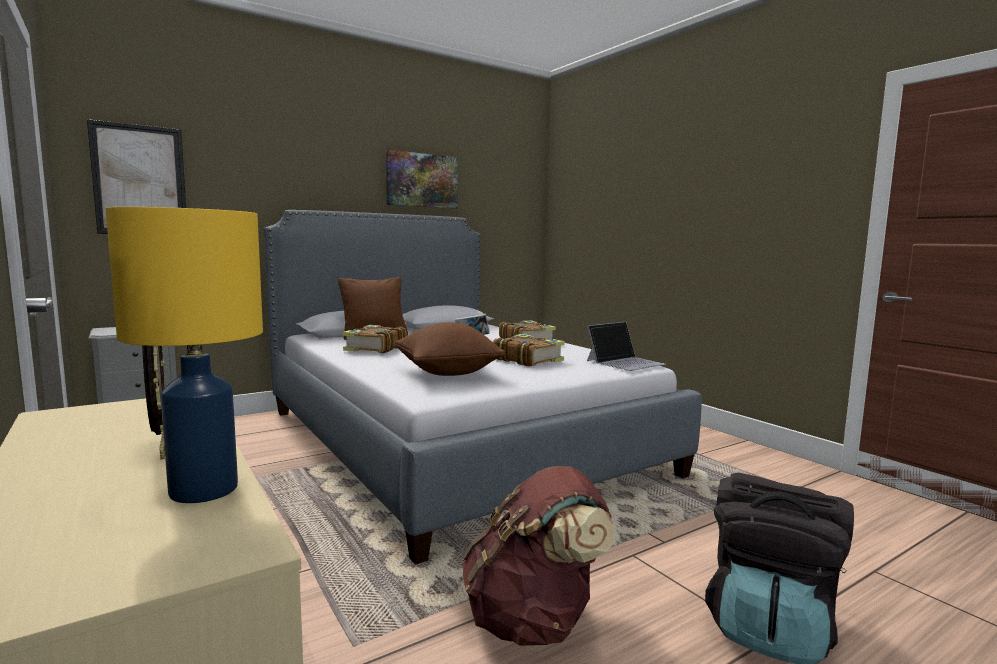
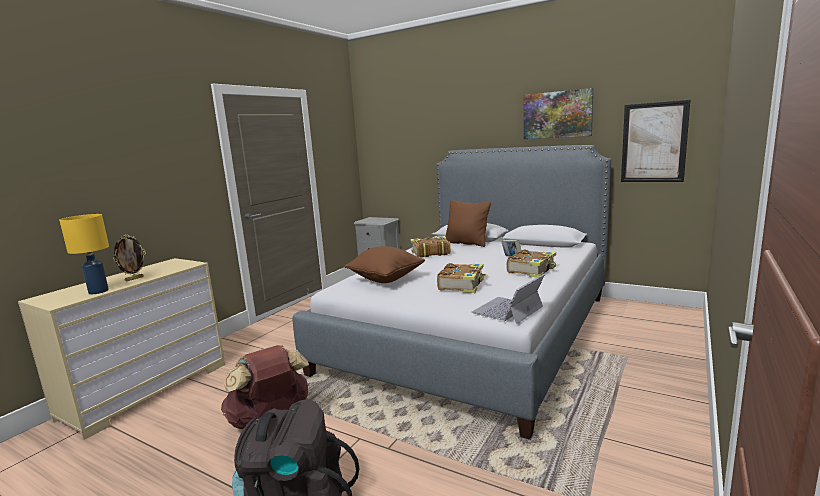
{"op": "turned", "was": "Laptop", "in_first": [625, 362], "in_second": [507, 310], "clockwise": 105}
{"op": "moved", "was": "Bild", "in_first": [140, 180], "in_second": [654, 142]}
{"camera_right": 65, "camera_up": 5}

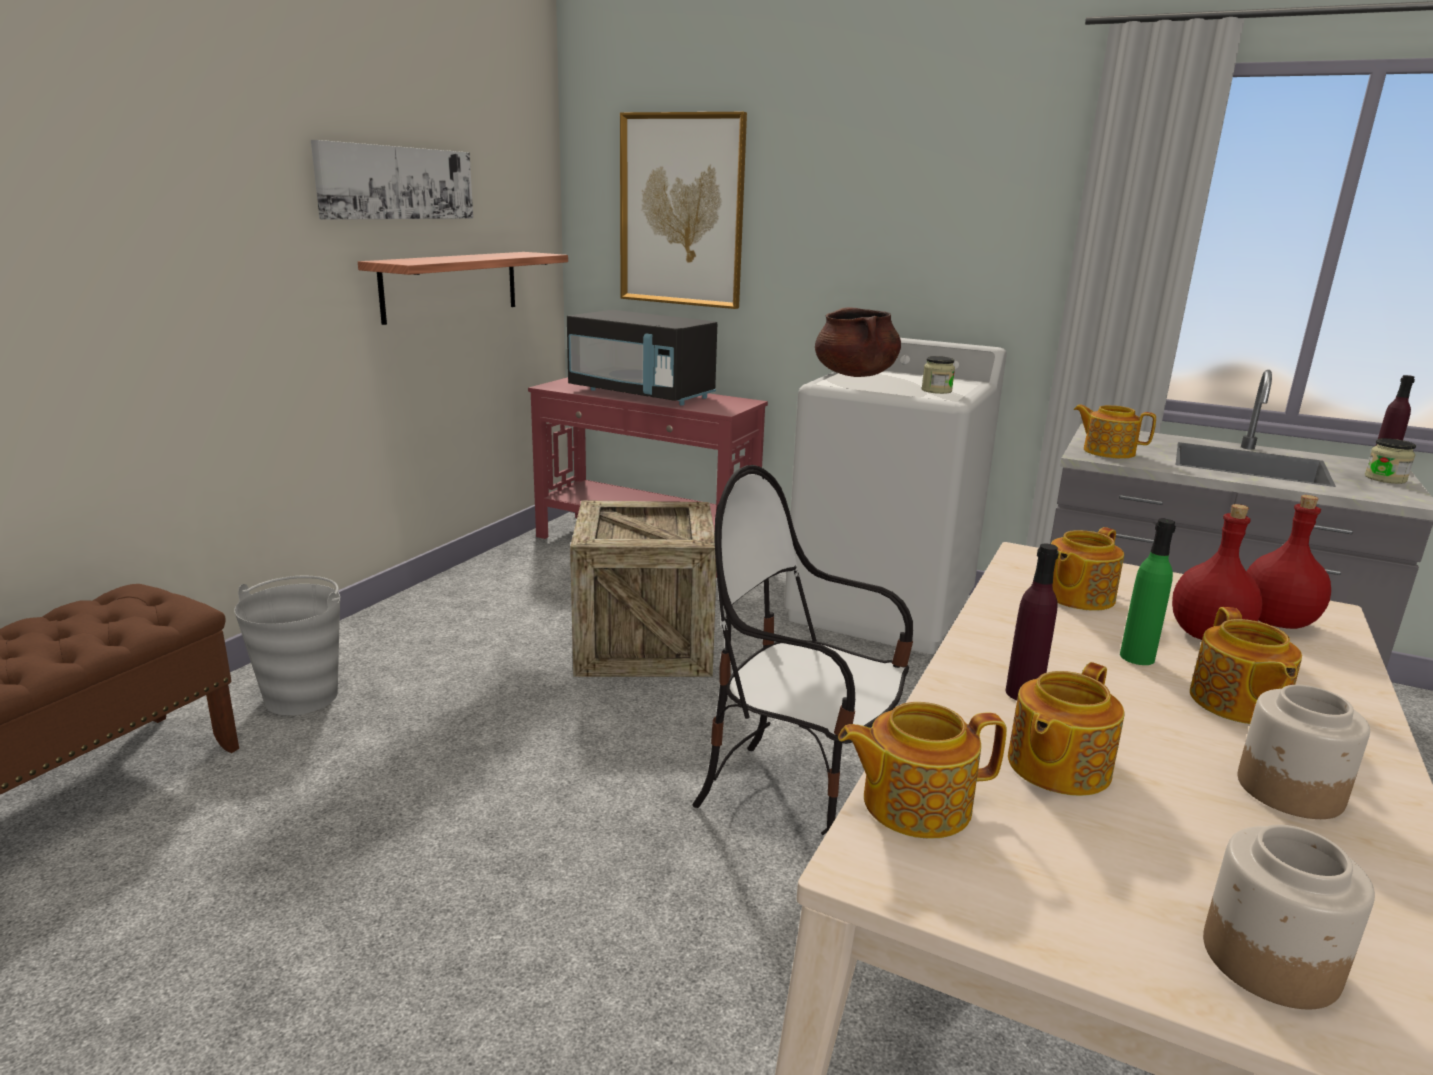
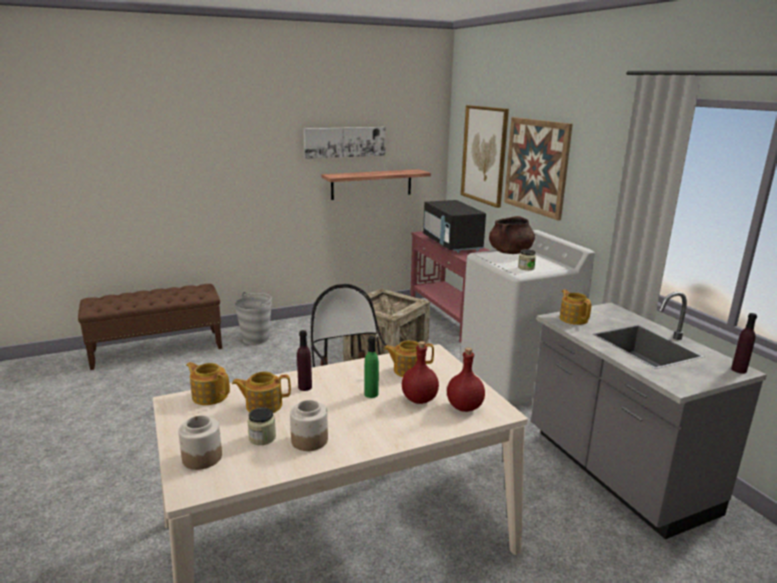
{"op": "moved", "was": "Vorratsglas", "in_first": [1385, 479], "in_second": [262, 438]}
{"op": "added", "now": "Bild", "in_second": [536, 166]}
{"op": "removed", "was": "Teekanne", "in_first": [1236, 703]}
{"camera_right": 40, "camera_up": 0}

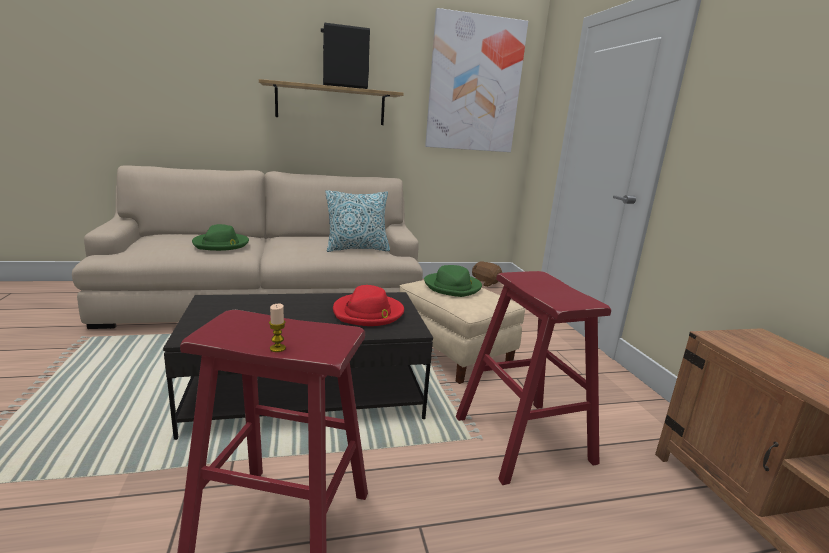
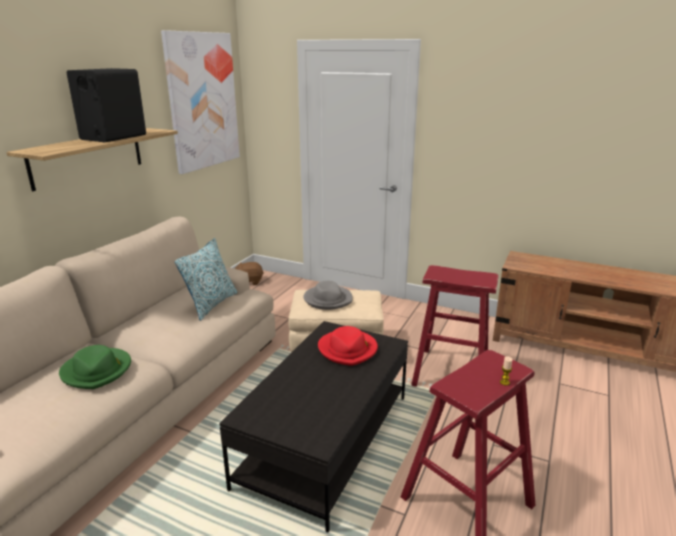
{"op": "recoloured", "was": "Hut [grün]", "now": "Hut [grau]", "in_first": [453, 287], "in_second": [328, 299]}
{"camera_right": -50, "camera_up": 5}

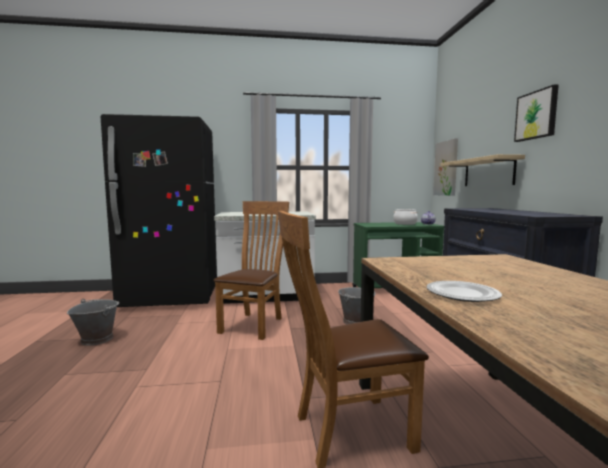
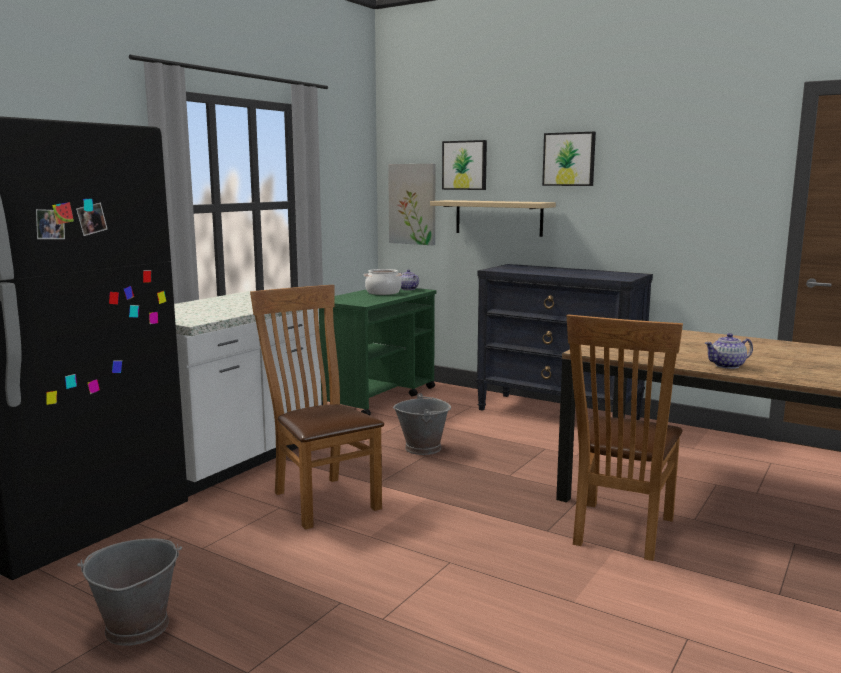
{"op": "added", "now": "Bild", "in_second": [465, 165]}
{"op": "replaced", "was": "Teller", "now": "Teekanne", "in_first": [463, 294], "in_second": [727, 366]}
{"camera_right": -50, "camera_up": 5}

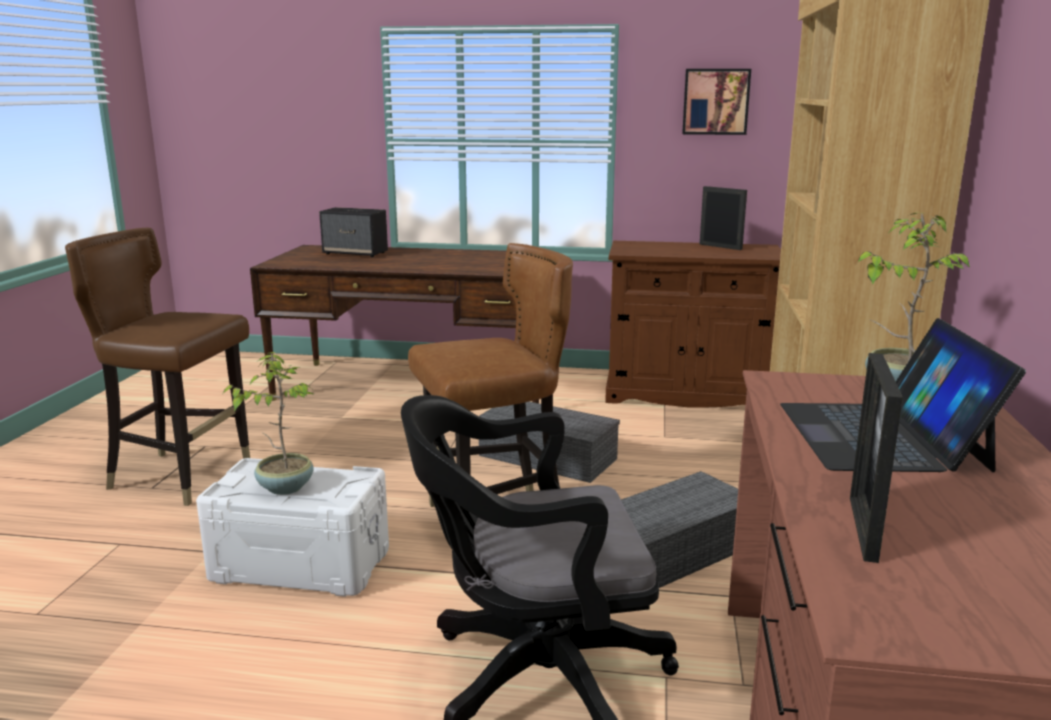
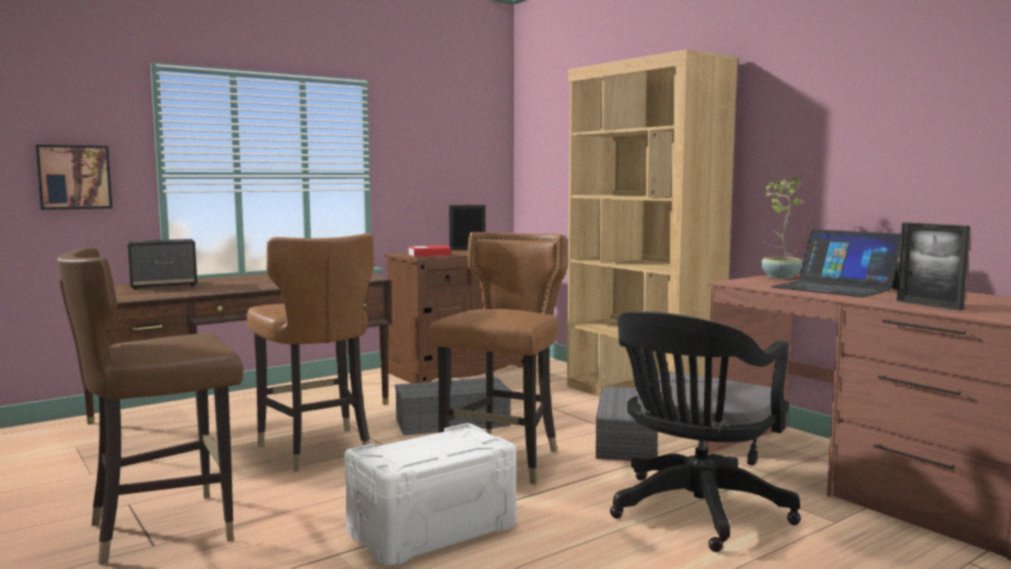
{"op": "moved", "was": "Bild", "in_first": [715, 101], "in_second": [74, 177]}
{"op": "added", "now": "Stuhl [braun]", "in_second": [316, 449]}
{"op": "added", "now": "Buch", "in_second": [429, 255]}
{"op": "removed", "was": "Topfpflanze", "in_first": [285, 487]}
{"camera_right": -45, "camera_up": -10}

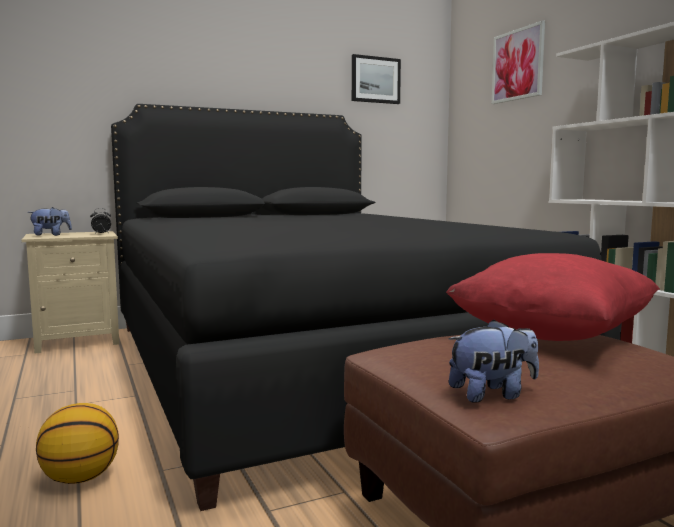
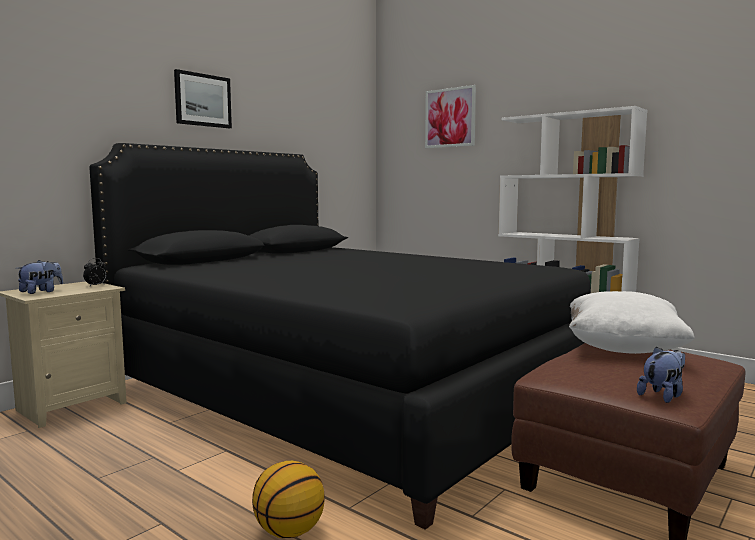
{"op": "moved", "was": "Bild", "in_first": [375, 80], "in_second": [202, 100]}
{"op": "recoloured", "was": "Kissen [rot]", "now": "Kissen [weiß]", "in_first": [551, 336], "in_second": [623, 349]}
{"camera_right": -25, "camera_up": 0}

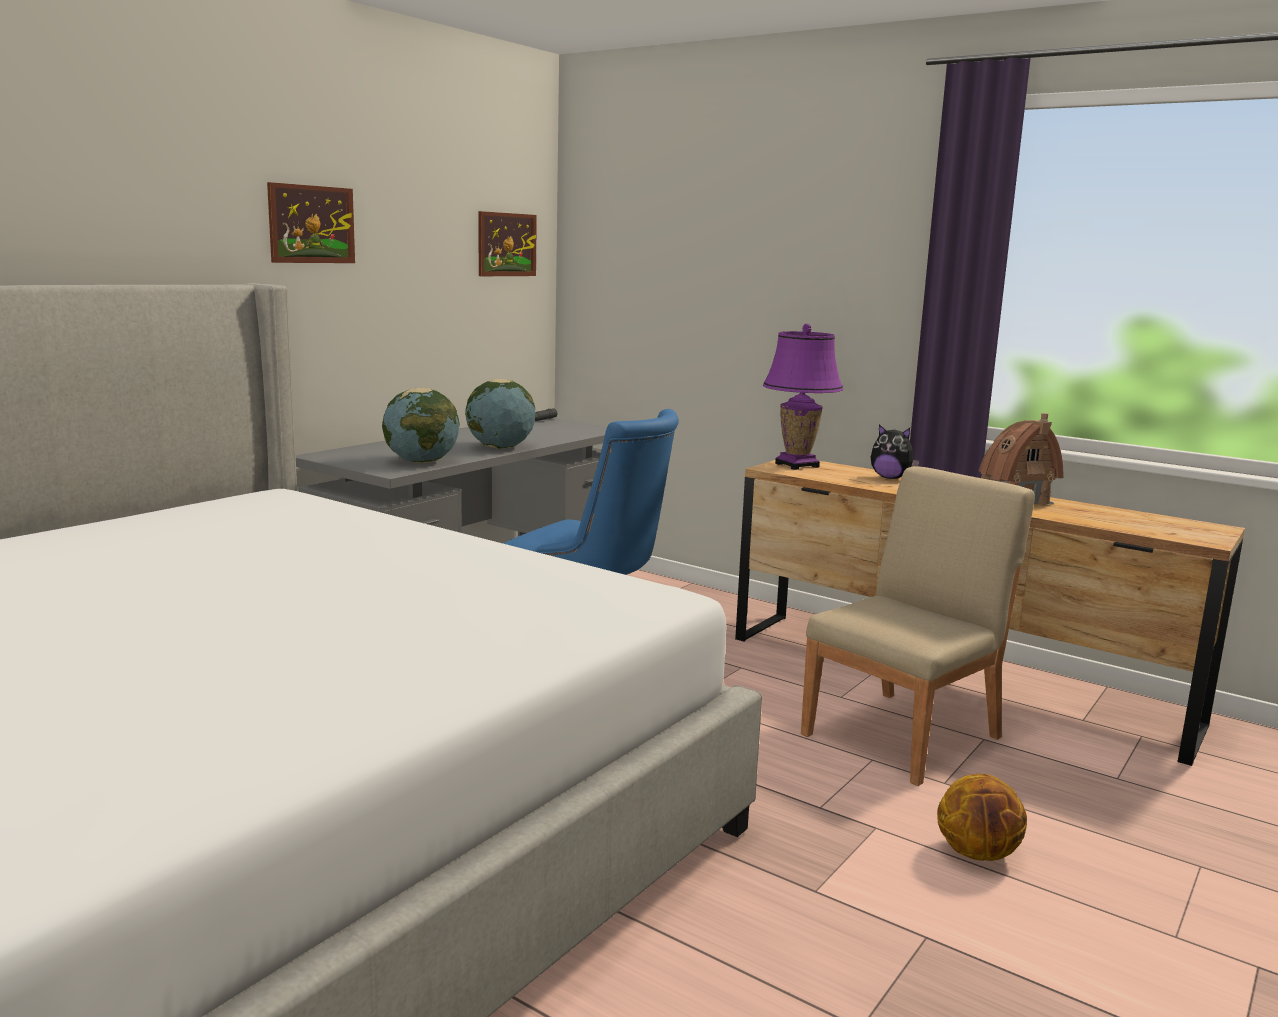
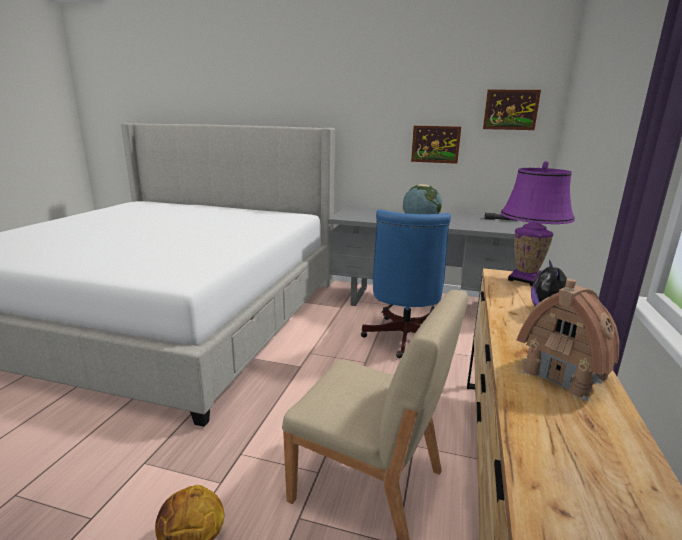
{"op": "moved", "was": "Bild", "in_first": [311, 224], "in_second": [435, 144]}
{"op": "removed", "was": "Globus", "in_first": [422, 462]}
{"camera_right": 70, "camera_up": 5}

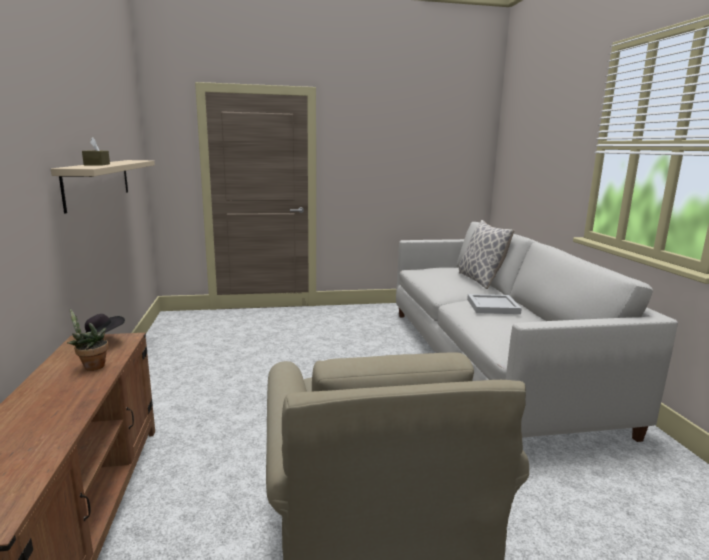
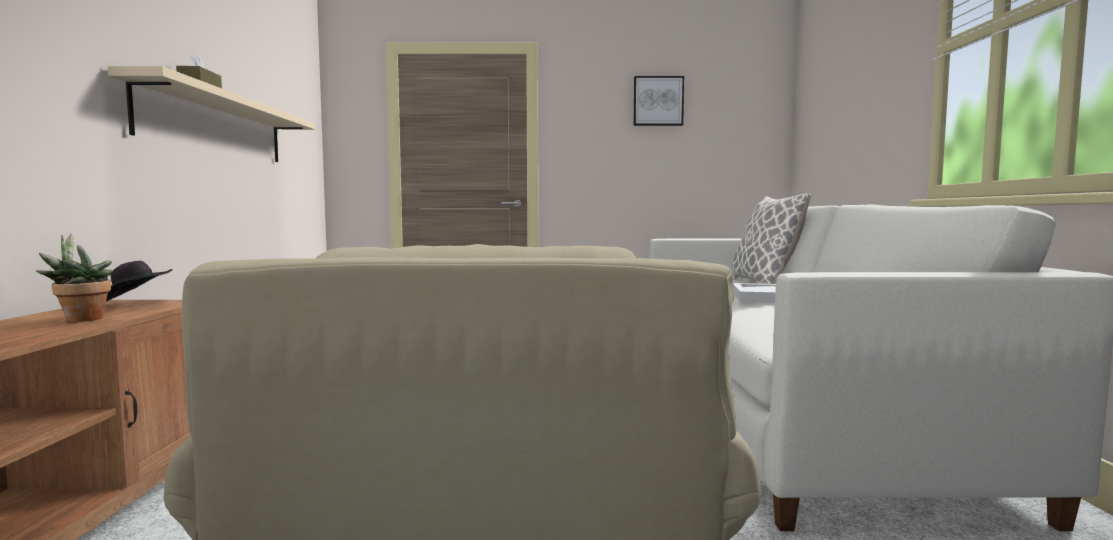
{"op": "added", "now": "Bild", "in_second": [658, 101]}
{"camera_right": 10, "camera_up": -10}

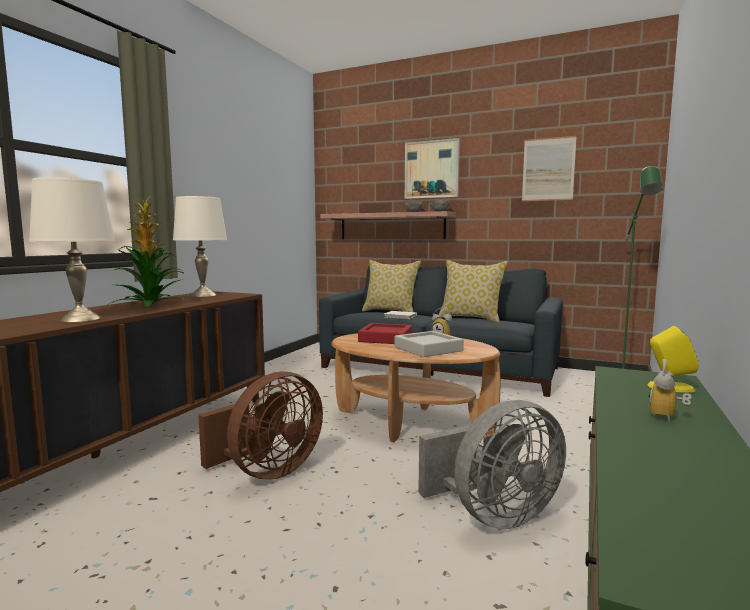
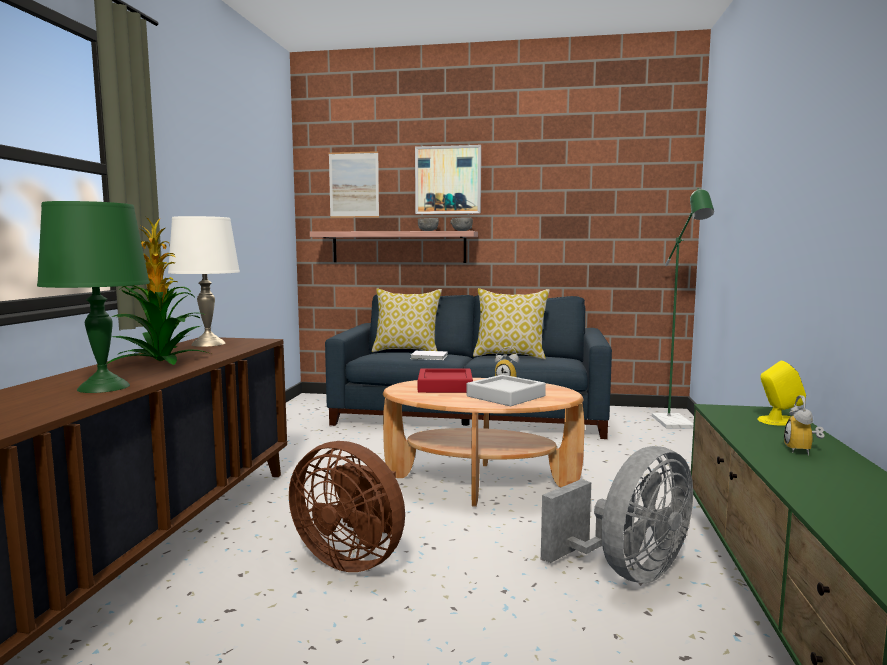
{"op": "recoloured", "was": "Tischlampe [weiß]", "now": "Tischlampe [grün]", "in_first": [80, 319], "in_second": [103, 387]}
{"op": "turned", "was": "Ventilator [braun]", "in_first": [267, 471], "in_second": [352, 558], "clockwise": 90}
{"op": "moved", "was": "Bild", "in_first": [548, 169], "in_second": [354, 185]}
{"camera_right": -15, "camera_up": 0}

